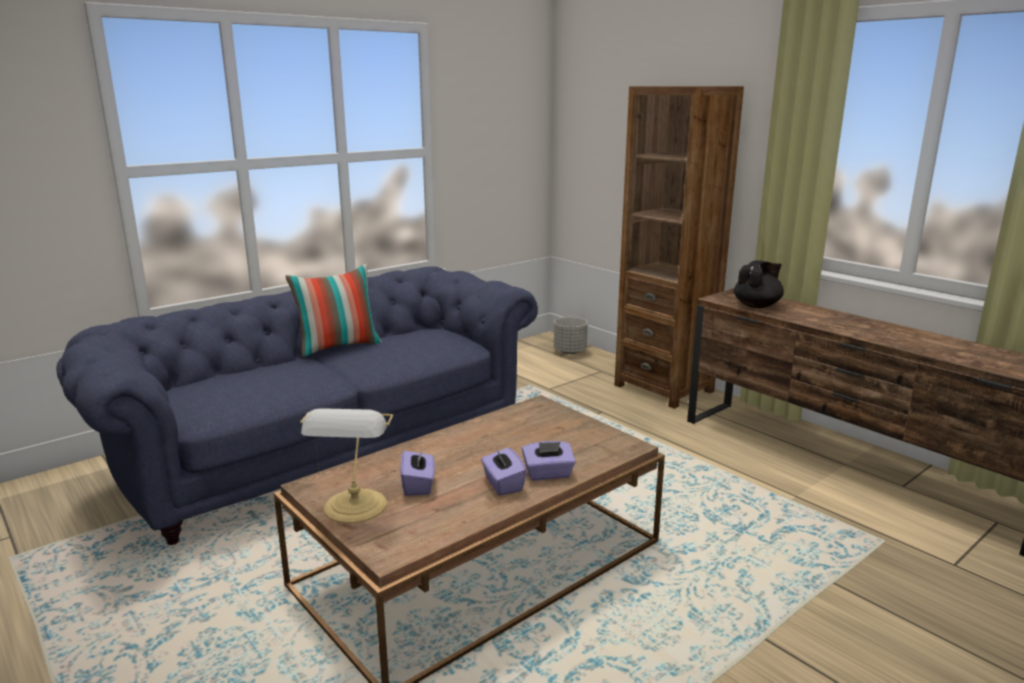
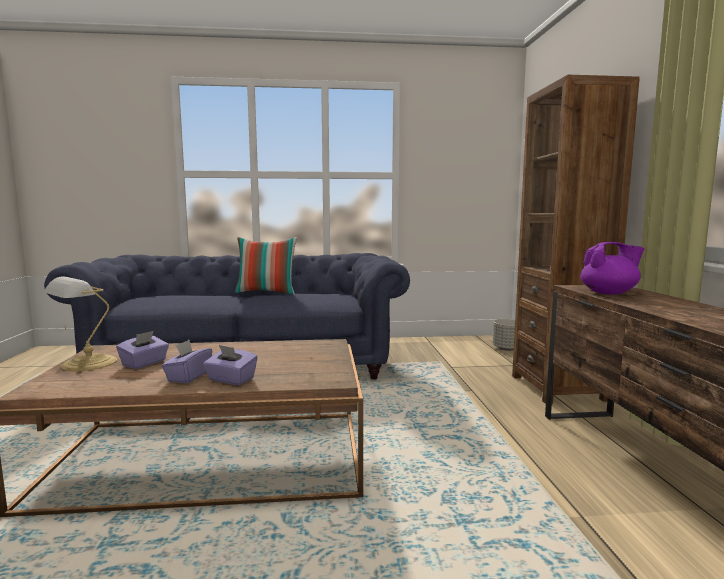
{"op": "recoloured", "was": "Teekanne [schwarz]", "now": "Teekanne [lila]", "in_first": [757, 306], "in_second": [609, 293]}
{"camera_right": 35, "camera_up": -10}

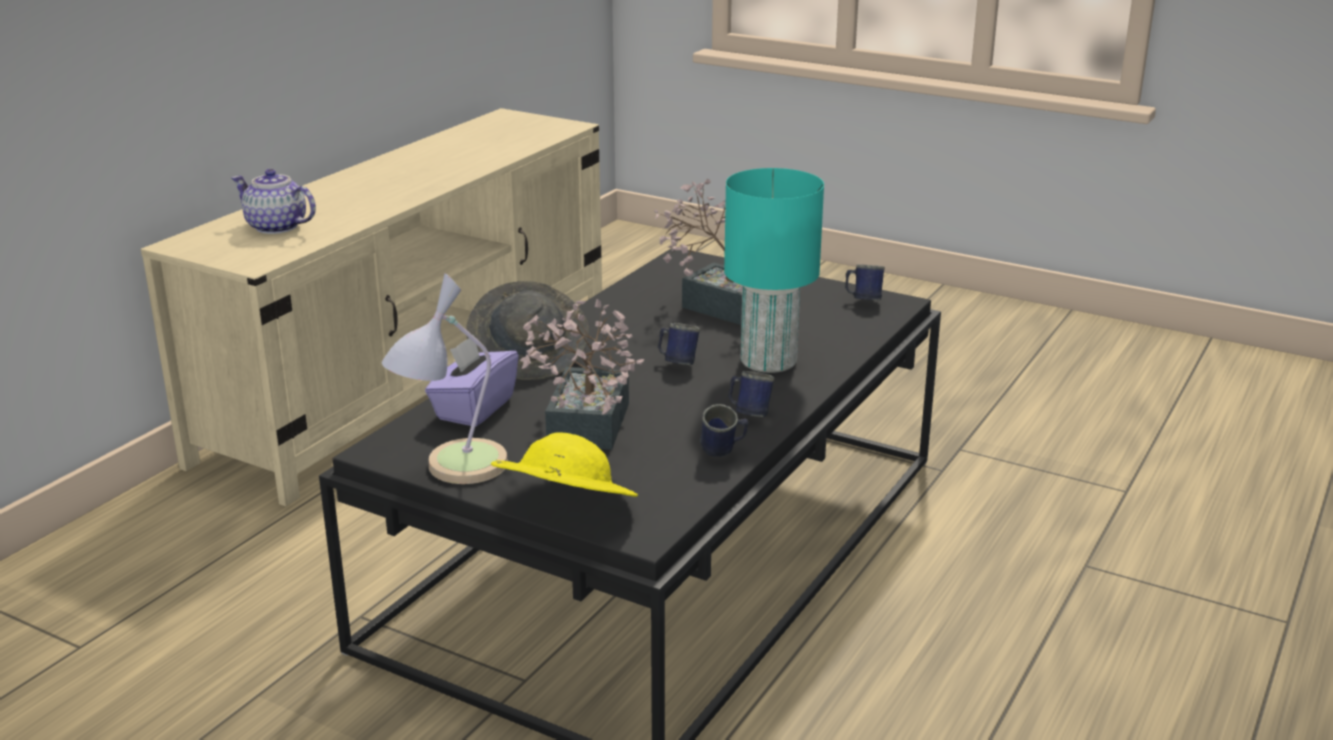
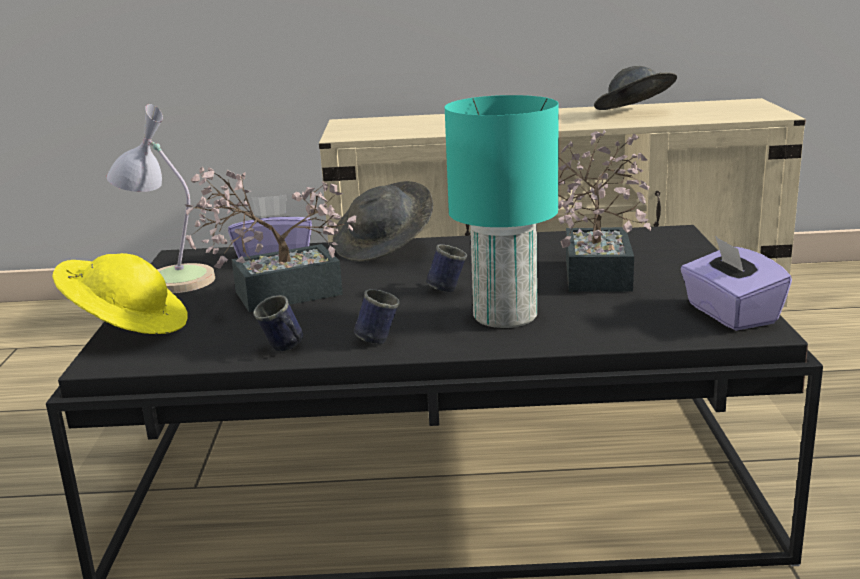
{"op": "added", "now": "Hut [grau]", "in_second": [634, 113]}
{"op": "replaced", "was": "Henkelbecher [blau]", "now": "Taschentuchbox [lila]", "in_first": [862, 300], "in_second": [730, 314]}
{"op": "removed", "was": "Teekanne", "in_first": [277, 227]}
{"camera_right": 60, "camera_up": -5}

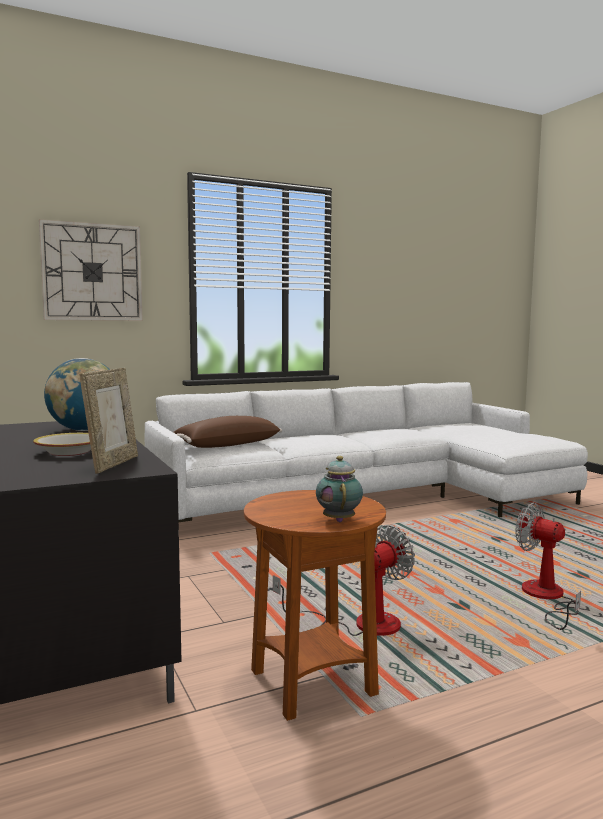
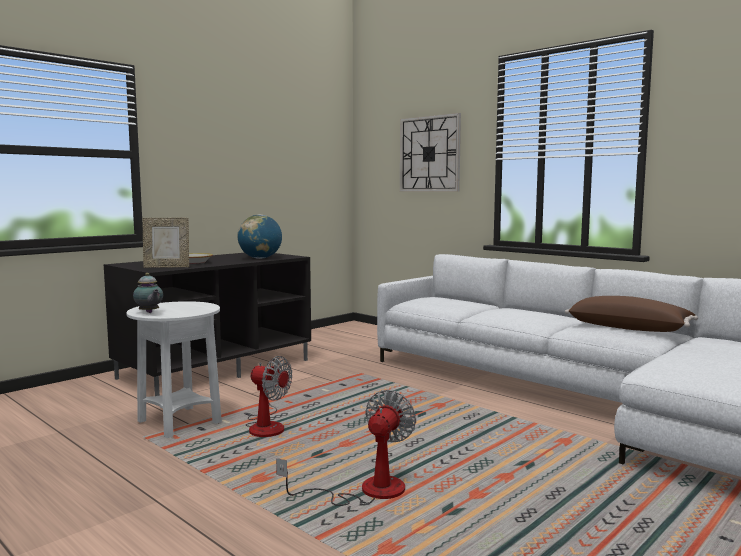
{"op": "recoloured", "was": "Beistelltisch [braun]", "now": "Beistelltisch [weiß]", "in_first": [312, 684], "in_second": [179, 423]}
{"op": "turned", "was": "Teekanne", "in_first": [339, 519], "in_second": [149, 312], "clockwise": 75}
{"op": "moved", "was": "Kissen [braun]", "in_first": [227, 445], "in_second": [629, 328]}
{"camera_right": 70, "camera_up": 0}

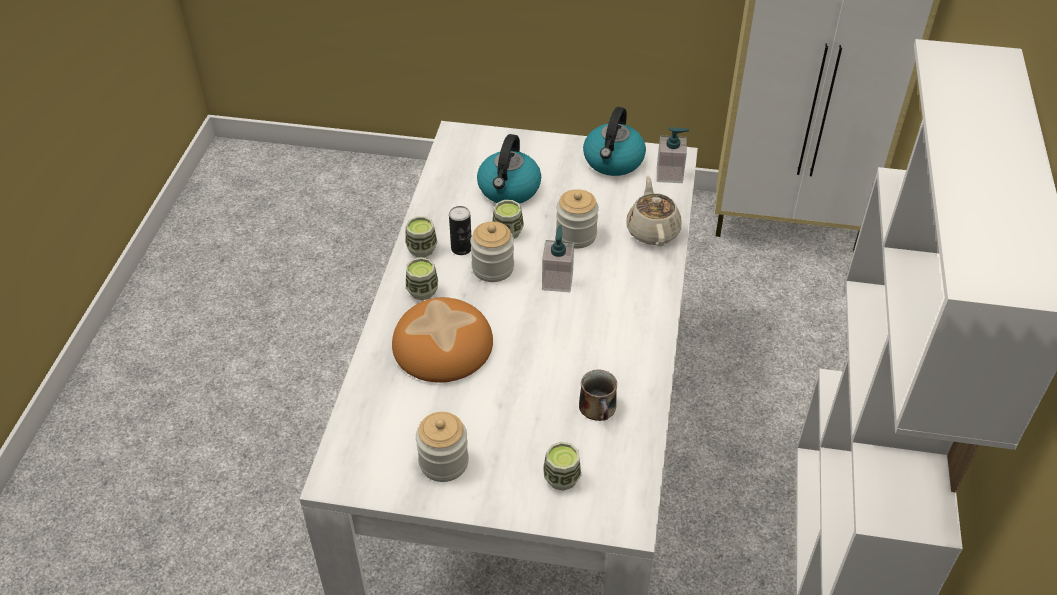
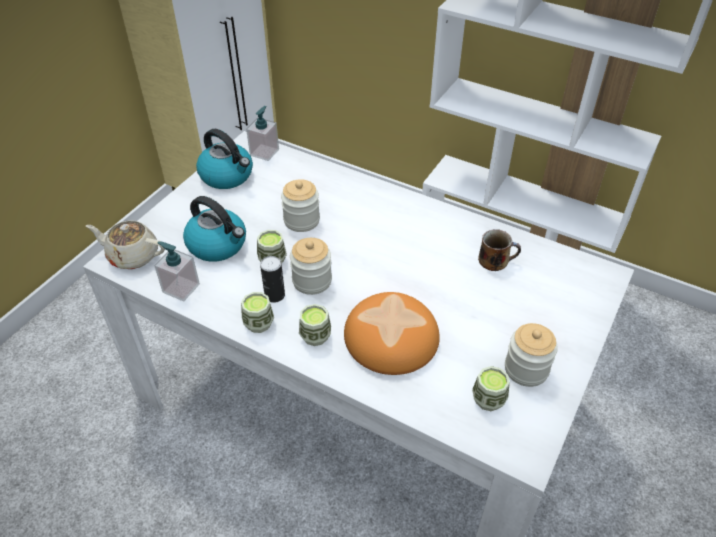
{"op": "moved", "was": "Teekanne [beige]", "in_first": [652, 231], "in_second": [132, 256]}
{"op": "moved", "was": "Seifenspender", "in_first": [557, 281], "in_second": [181, 288]}
{"op": "moved", "was": "Tasse", "in_first": [562, 478], "in_second": [488, 399]}
{"camera_right": -70, "camera_up": 0}

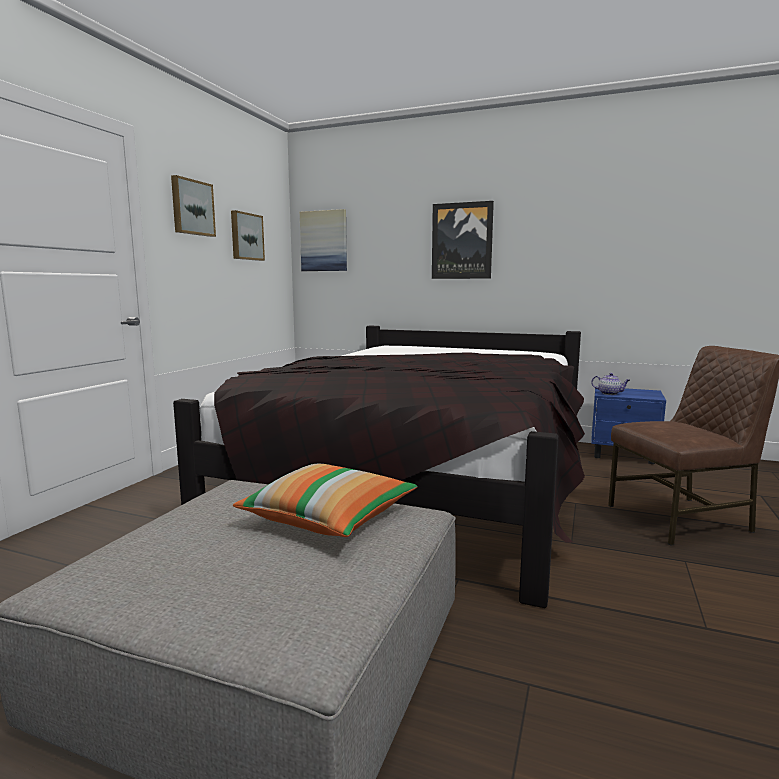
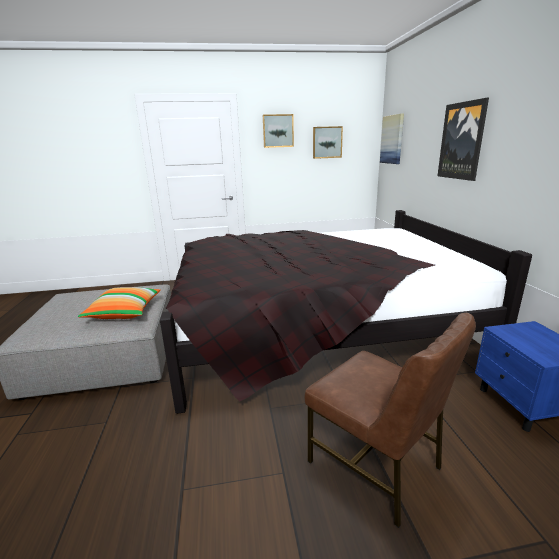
{"op": "removed", "was": "Teekanne", "in_first": [610, 393]}
{"camera_right": 60, "camera_up": 10}

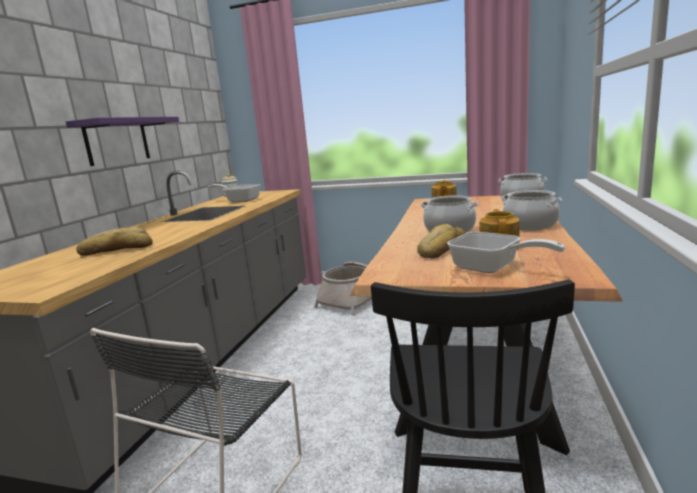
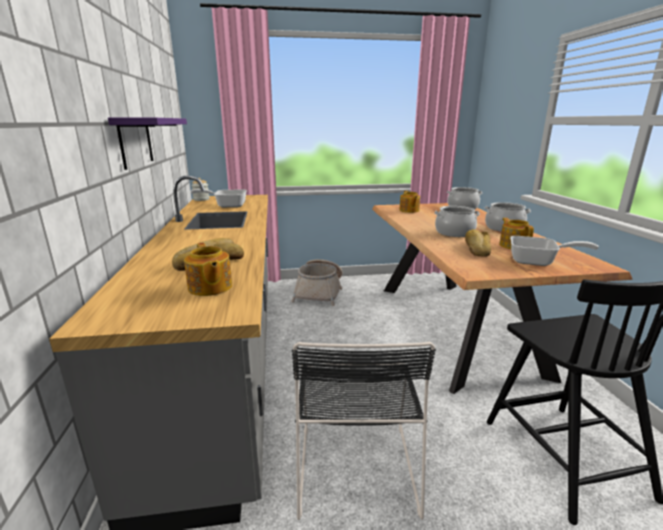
{"op": "added", "now": "Teekanne", "in_second": [210, 287]}
{"camera_right": -25, "camera_up": 5}

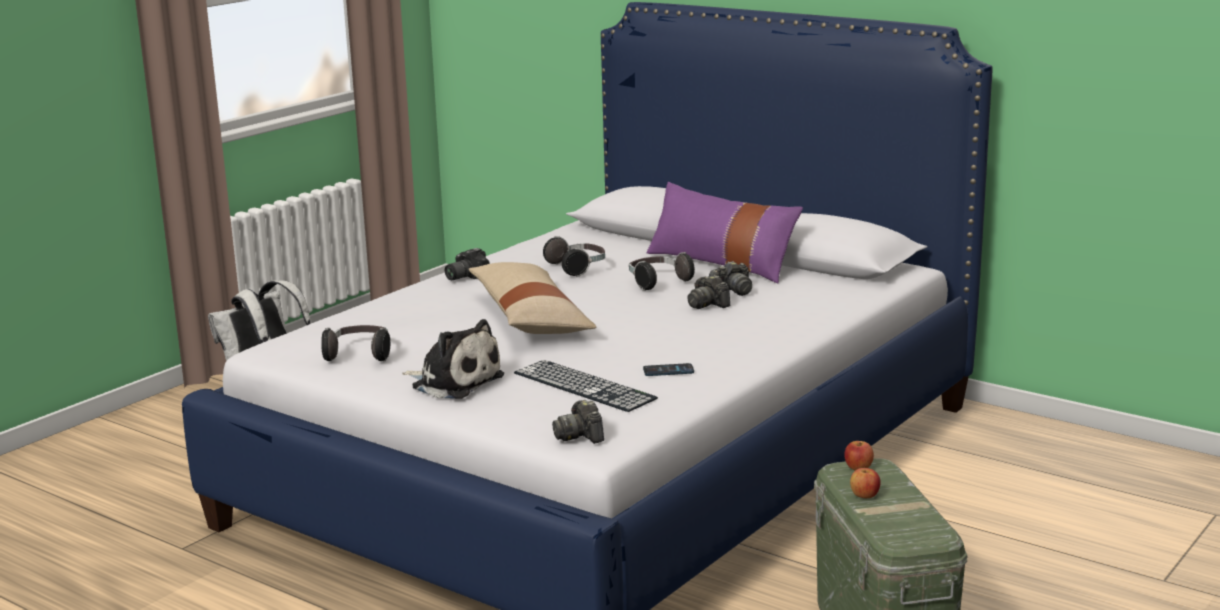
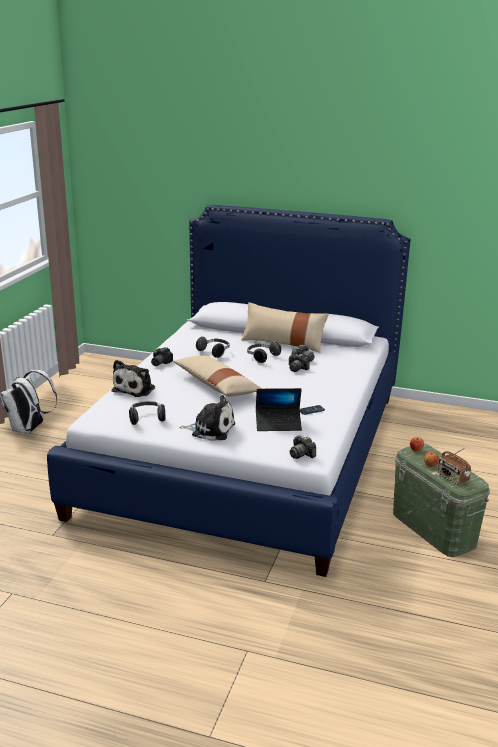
{"op": "added", "now": "Plüschtier", "in_second": [135, 389]}
{"op": "recoloured", "was": "Kissen [lila]", "now": "Kissen [beige]", "in_first": [721, 263], "in_second": [283, 343]}
{"op": "replaced", "was": "Tastatur", "now": "Laptop", "in_first": [584, 386], "in_second": [278, 424]}
{"op": "added", "now": "Radio", "in_second": [452, 478]}
{"camera_right": -20, "camera_up": 5}

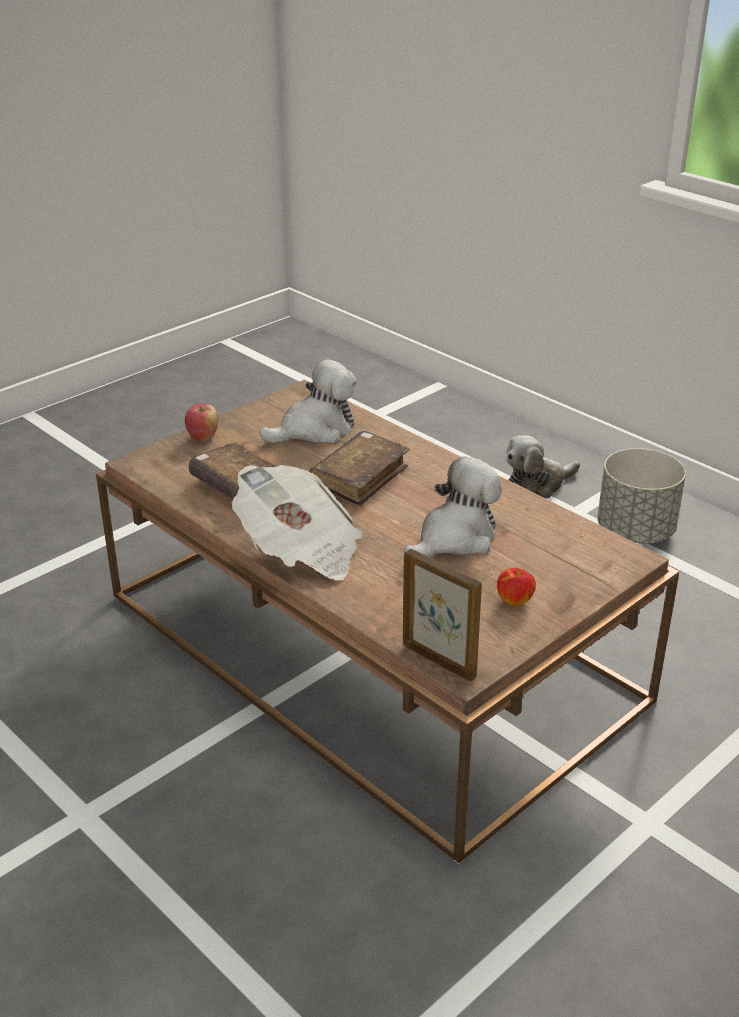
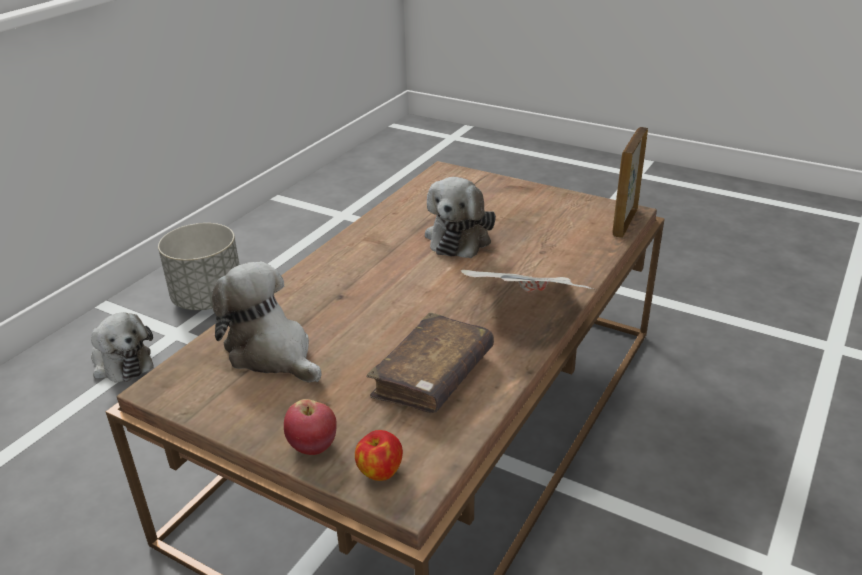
{"op": "moved", "was": "Apfel", "in_first": [515, 600], "in_second": [379, 471]}
{"op": "turned", "was": "Plüschtier", "in_first": [455, 538], "in_second": [460, 237], "clockwise": -105}
{"op": "removed", "was": "Buch [braun]", "in_first": [359, 478]}
{"camera_right": -105, "camera_up": 0}

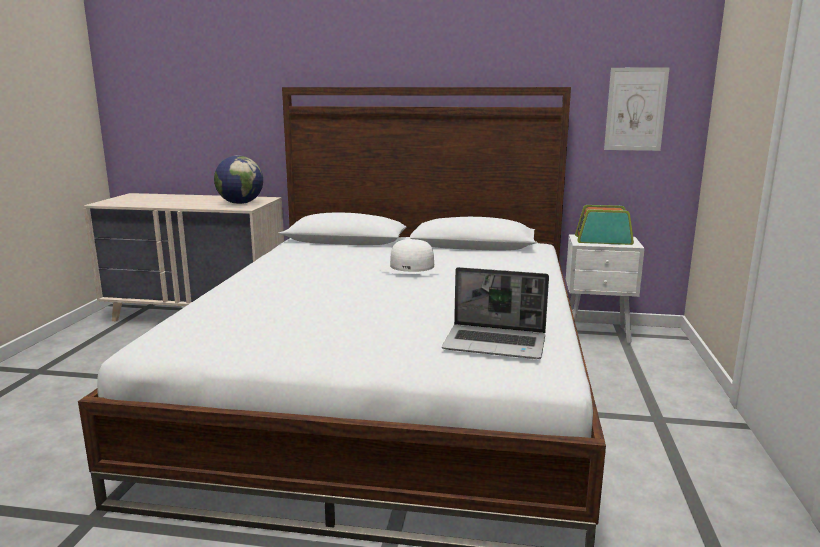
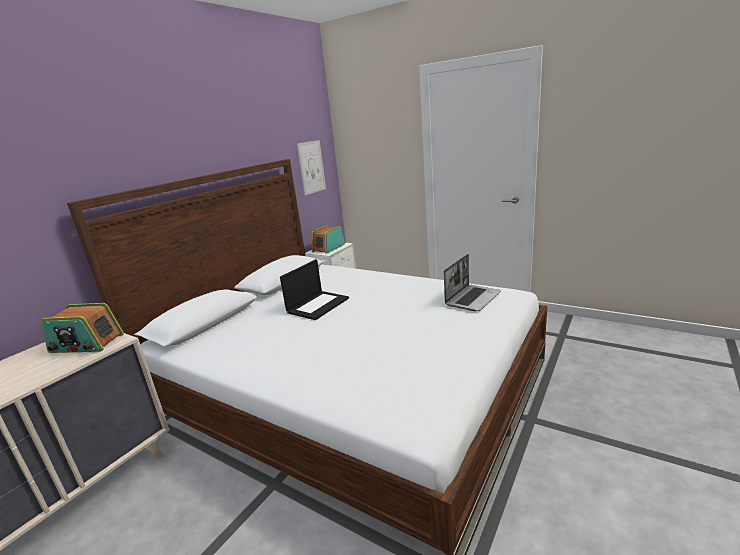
{"op": "replaced", "was": "Globus", "now": "Radio", "in_first": [240, 203], "in_second": [86, 344]}
{"op": "replaced", "was": "Hut [weiß]", "now": "Laptop", "in_first": [412, 268], "in_second": [318, 305]}
{"camera_right": -65, "camera_up": 5}

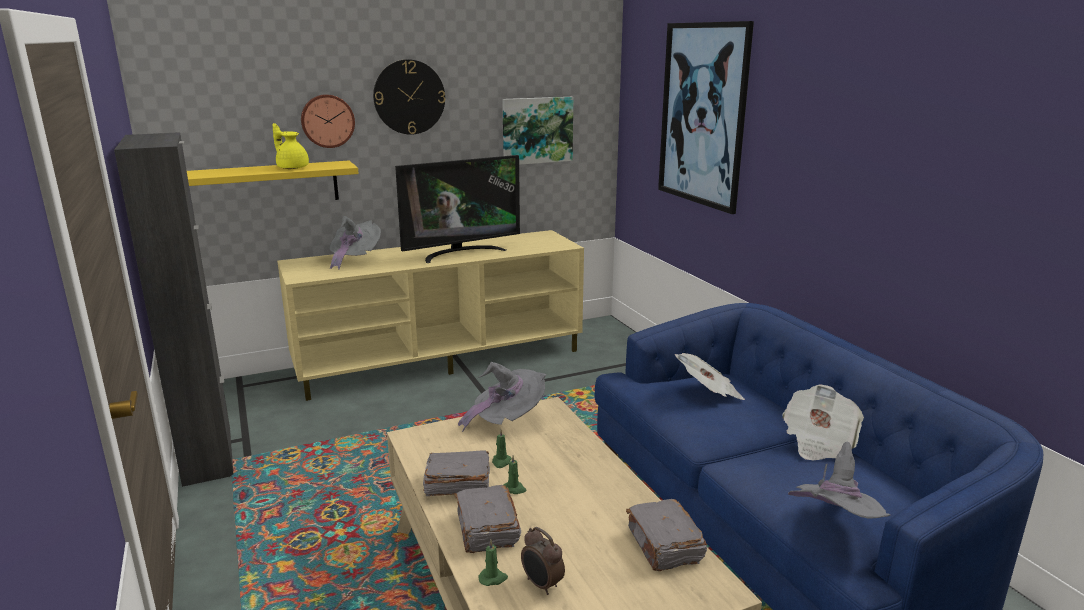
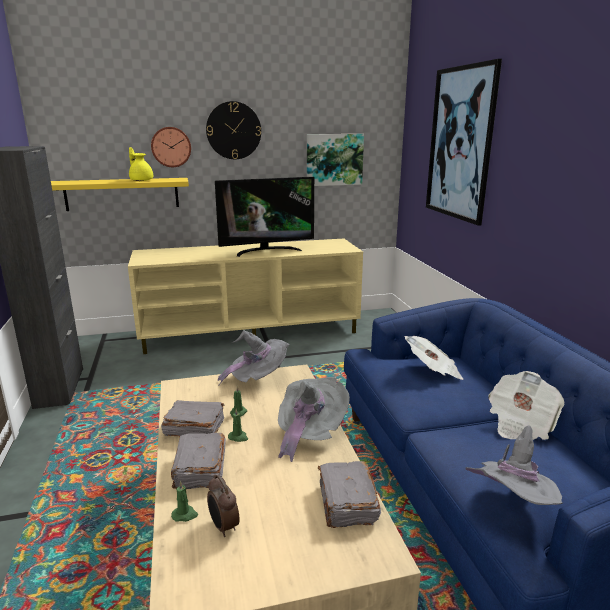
{"op": "moved", "was": "Hut [grau]", "in_first": [354, 259], "in_second": [309, 432]}
{"camera_right": 10, "camera_up": 0}

